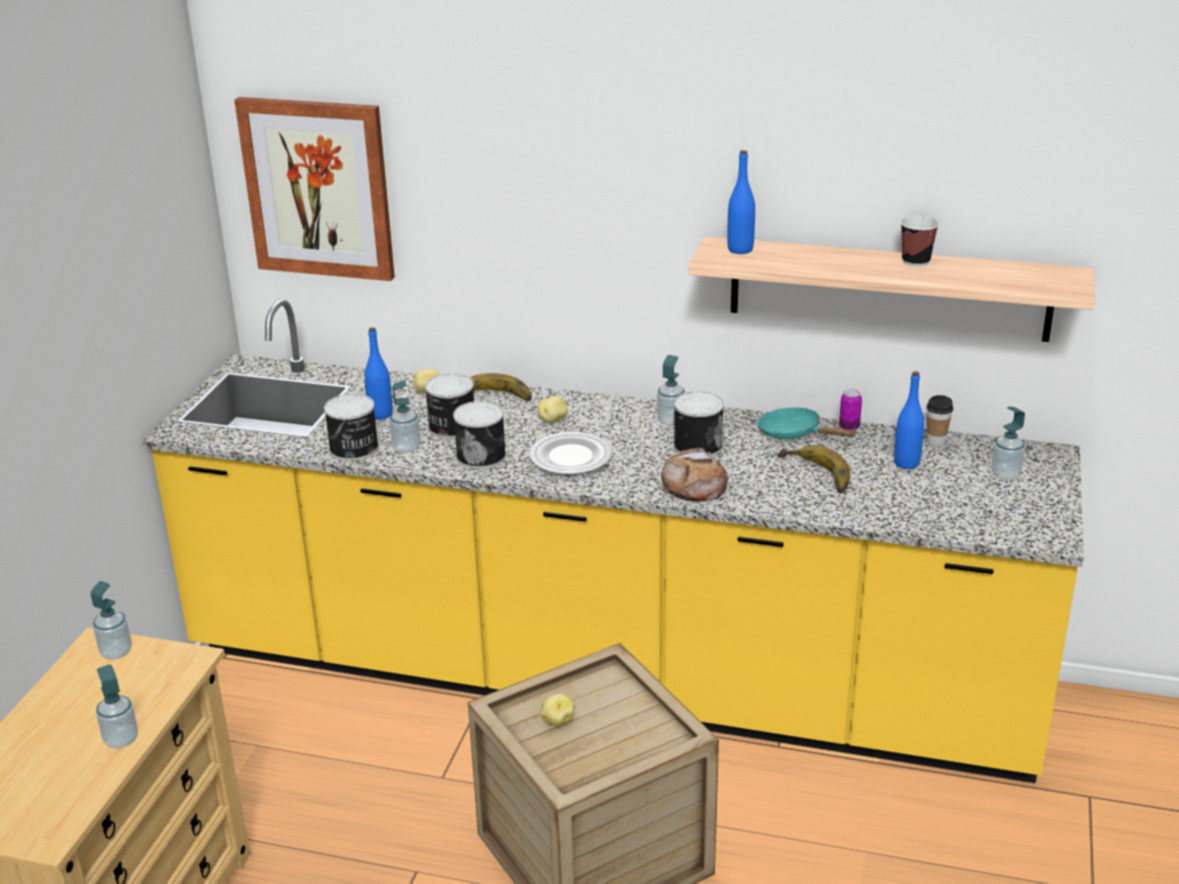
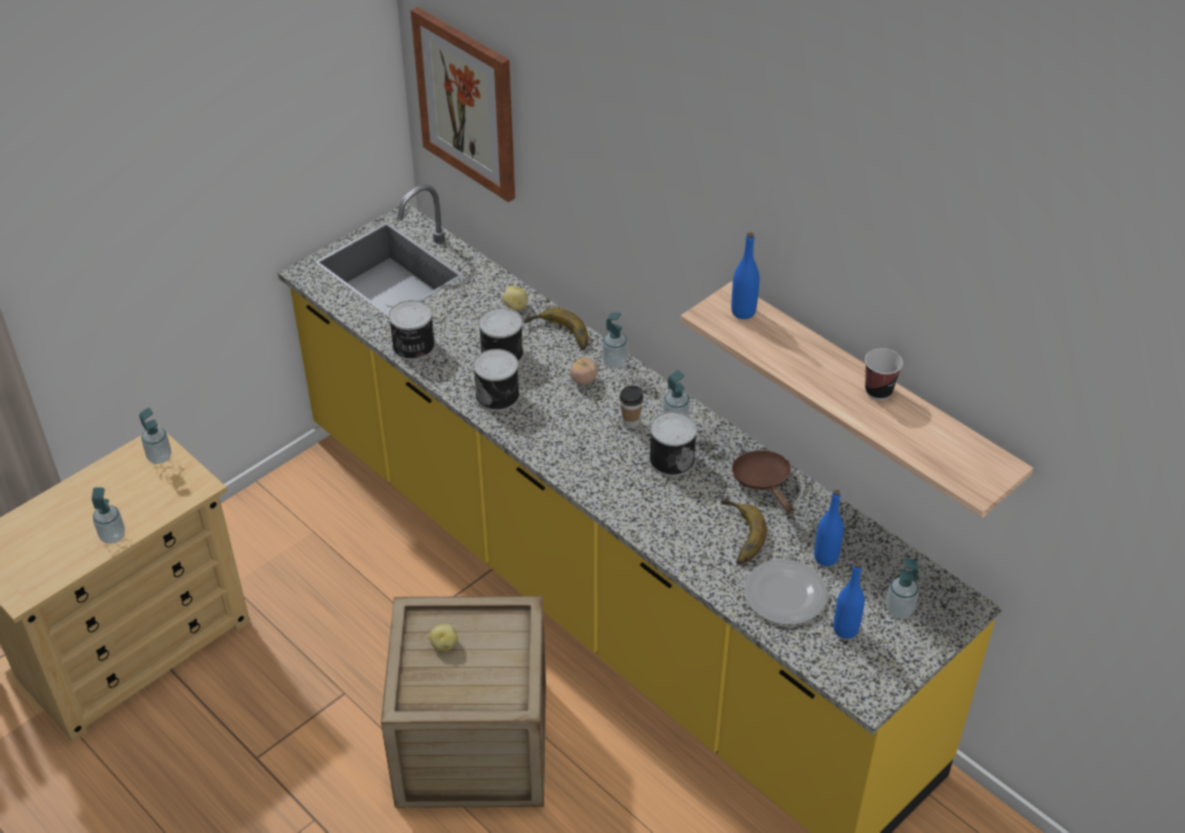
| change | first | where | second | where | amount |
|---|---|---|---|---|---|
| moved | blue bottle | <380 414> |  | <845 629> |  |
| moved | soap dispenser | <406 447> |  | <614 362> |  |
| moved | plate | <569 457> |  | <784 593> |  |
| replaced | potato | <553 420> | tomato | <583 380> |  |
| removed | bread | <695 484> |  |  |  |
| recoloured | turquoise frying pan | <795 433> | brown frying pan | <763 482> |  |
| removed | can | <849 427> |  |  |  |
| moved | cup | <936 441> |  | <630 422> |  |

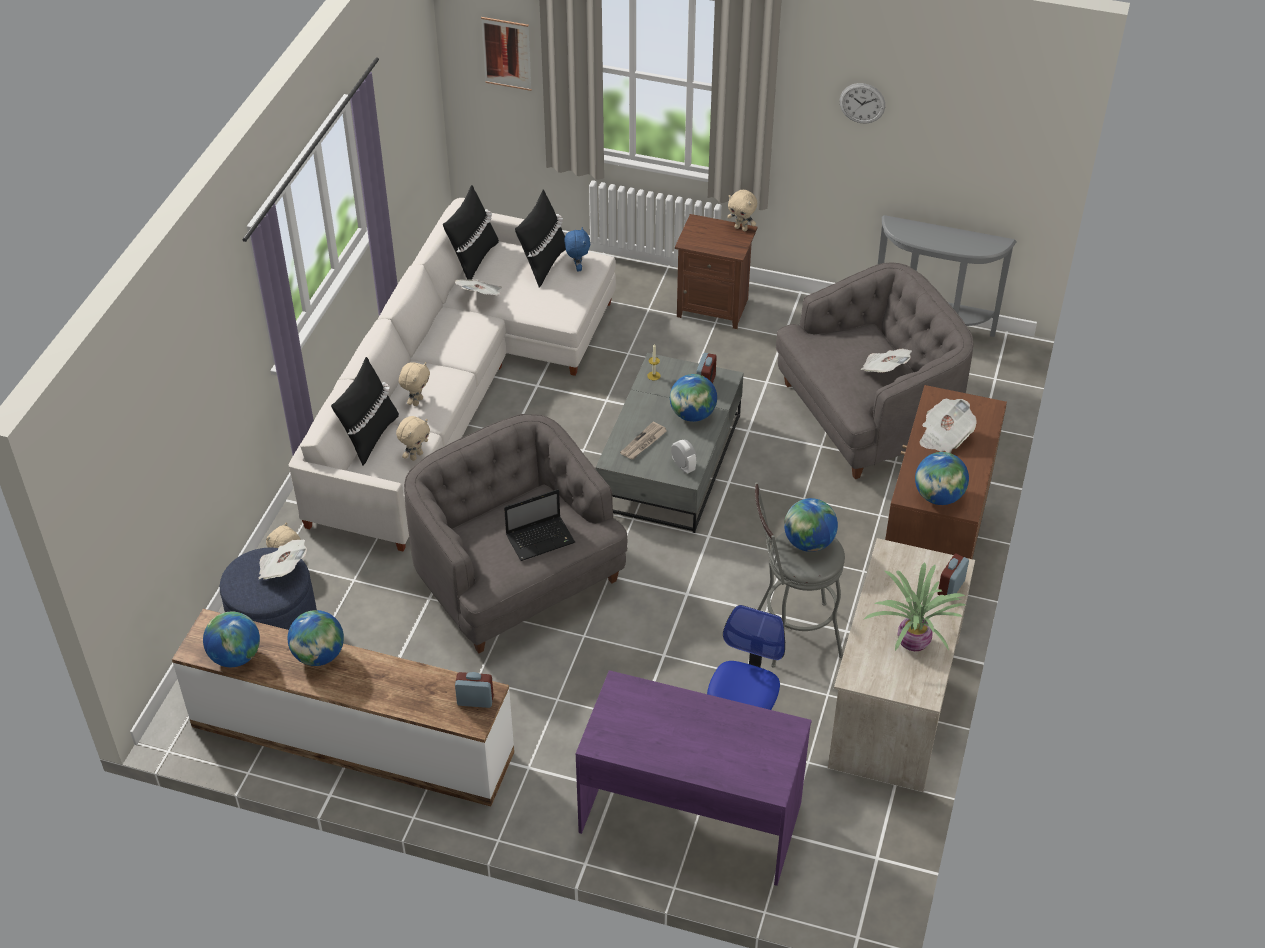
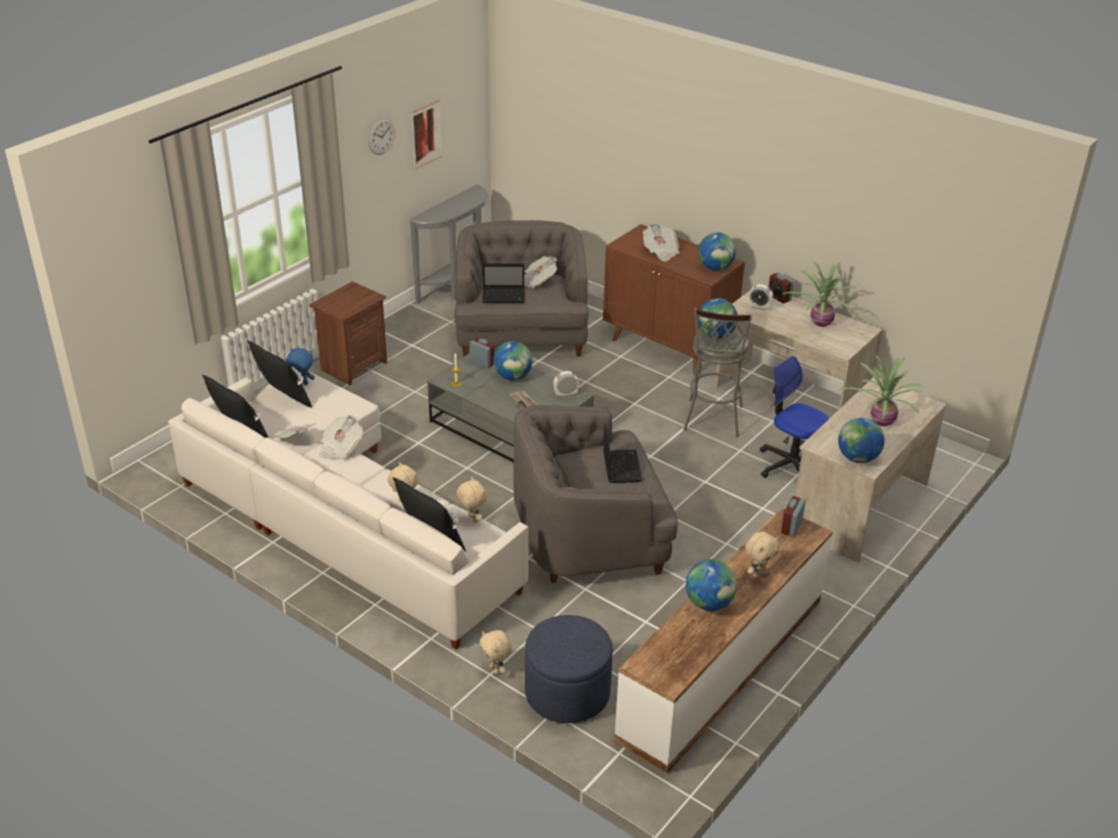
| change | first | where | second | where | amount |
|---|---|---|---|---|---|
| moved | globe | <235 656> |  | <857 458> |  |
| moved | newspaper | <283 569> |  | <340 448> |  |
| moved | picture | <507 53> |  | <426 134> |  |
| recoloured | purple desk | <691 816> | beige desk | <858 506> |  |
| moved | beige plush toy | <741 228> |  | <758 573> |  |
| added |  |  | laptop | <504 296> |  |
| added |  |  | alarm clock | <759 307> |  |
| added |  |  | potted plant | <880 421> |  |

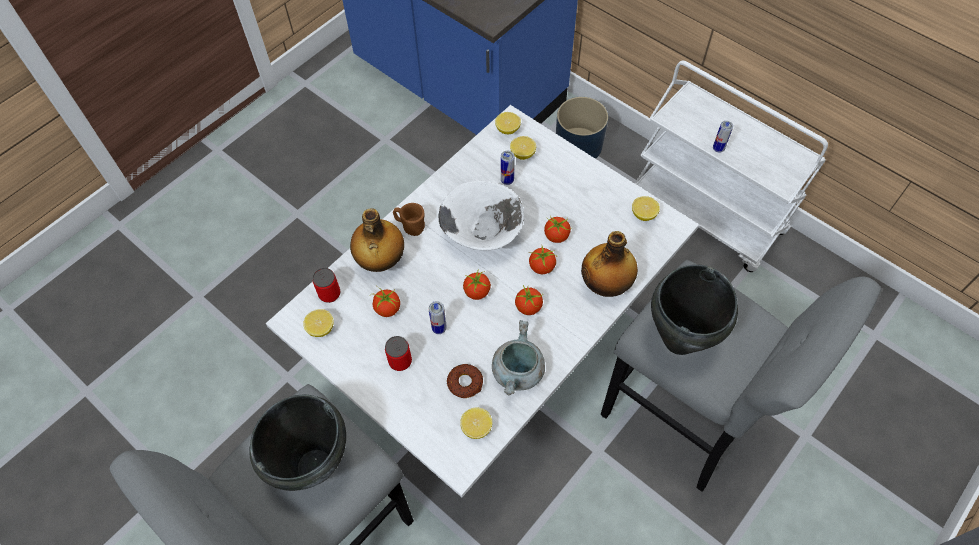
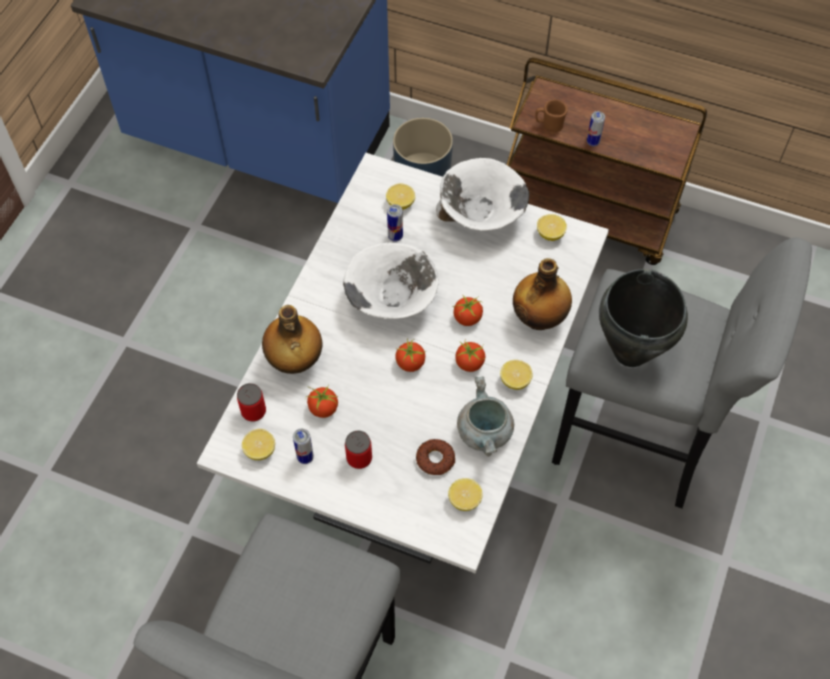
| change | first | where | second | where | amount |
|---|---|---|---|---|---|
| removed | black cooking pot | <316 466> |  |  |  |
| moved | brown mug | <410 226> |  | <549 125> |  |
| moved | can | <439 328> |  | <305 457> |  |
| moved | lemon | <507 129> |  | <515 380> |  |
| removed | tomato | <557 236> |  |  |  |
| recoloured | white cart | <706 214> | brown cart | <588 214> |  |
| added |  |  | white bowl | <481 216> |  |

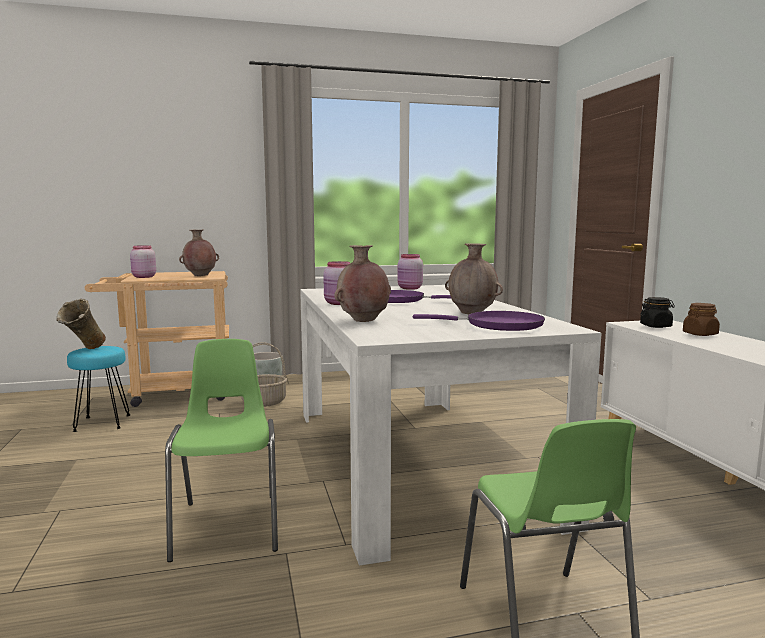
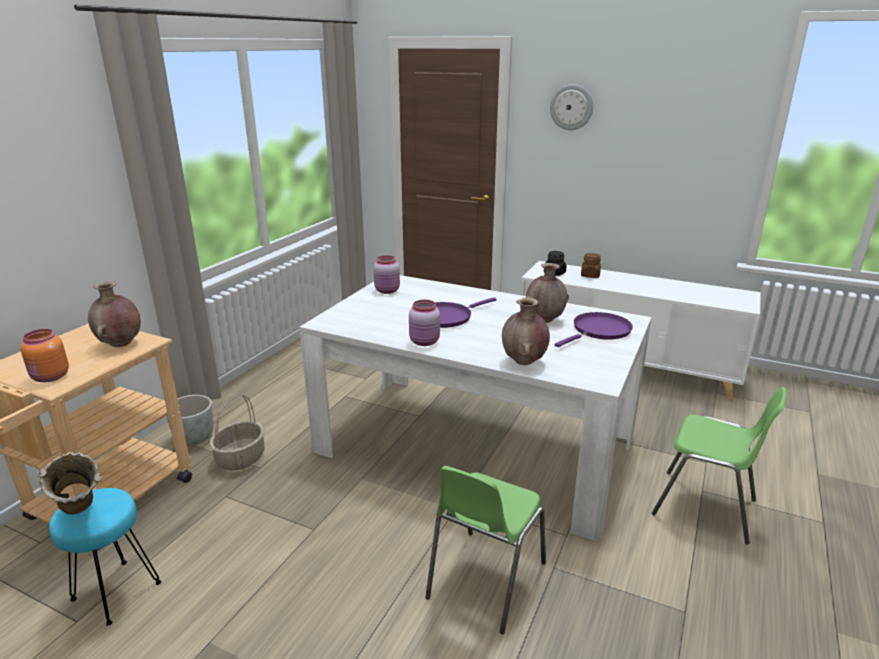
| change | first | where | second | where | amount |
|---|---|---|---|---|---|
| recoloured | pink jar | <143 277> | orange jar | <50 377> |  |
| turned | green chair | <229 525> |  | <484 580> | 90 degrees counterclockwise |
| added |  |  | wall clock | <571 107> |  |

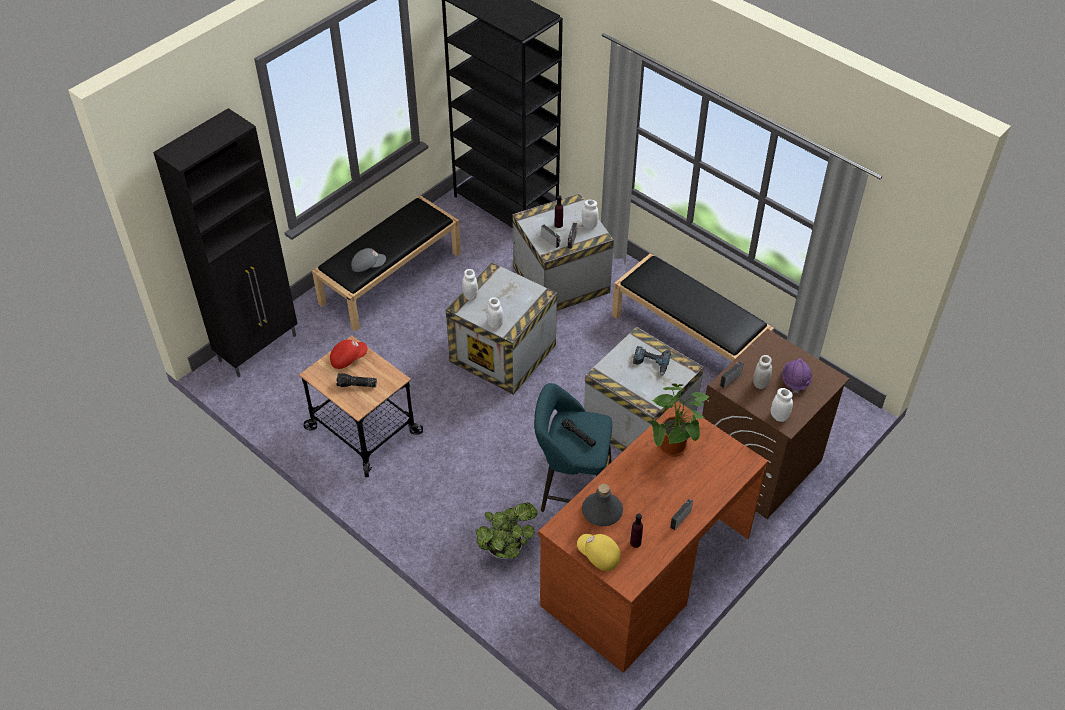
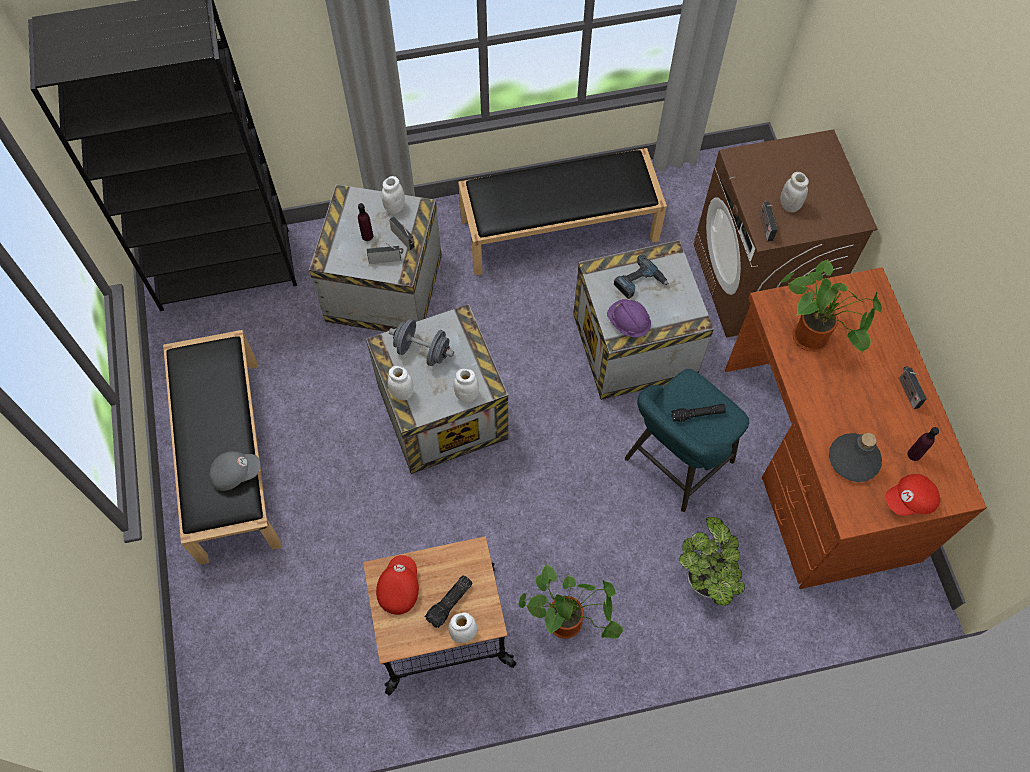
| change | first | where | second | where | amount |
|---|---|---|---|---|---|
| removed | black cabinet | <259 348> |  |  |  |
| turned | grey cap | <368 265> |  | <235 473> | 45 degrees clockwise |
| recoloured | yellow cap | <598 556> | red cap | <910 500> |  |
| moved | white jar | <779 416> |  | <463 633> |  |
| moved | purple hard hat | <795 380> |  | <628 323> |  |
| added |  |  | grey dumbbell | <422 351> |  |
| added |  |  | potted plant | <569 620> |  |

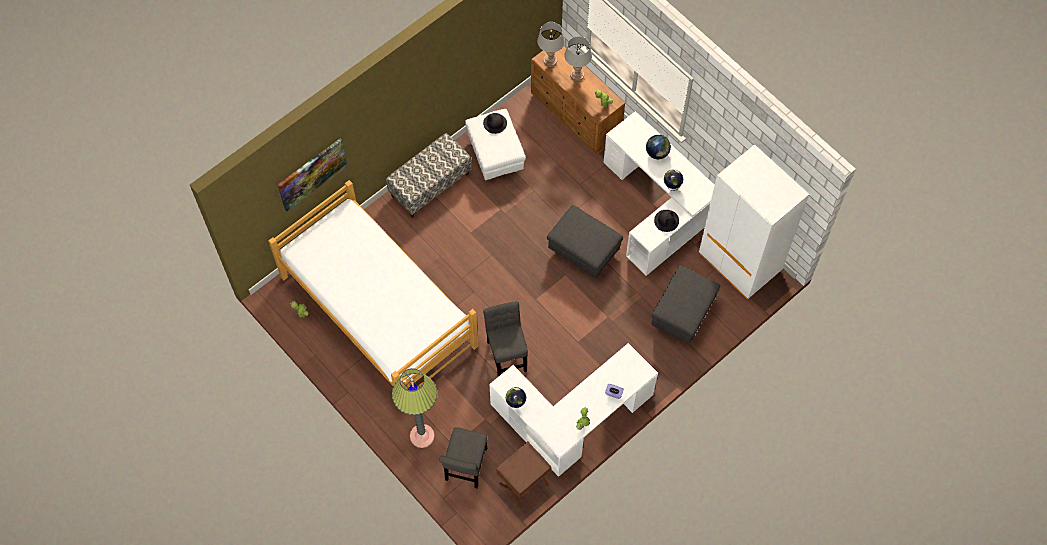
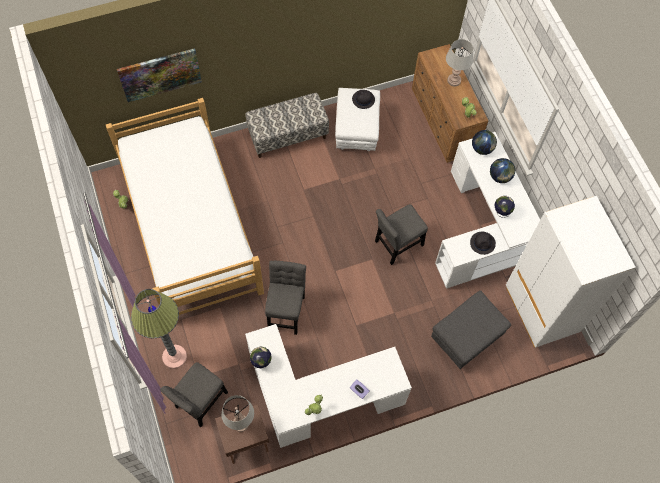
| change | first | where | second | where | amount |
|---|---|---|---|---|---|
| moved | grey table lamp | <550 61> |  | <241 423> |  |
| replaced | grey ottoman | <583 252> | grey chair | <397 245> |  |
| added |  |  | globe | <482 148> |  |

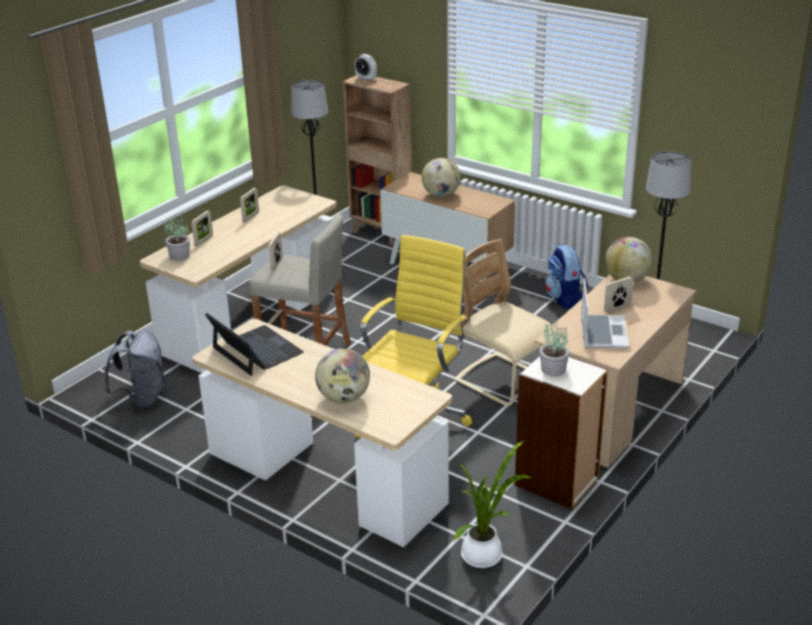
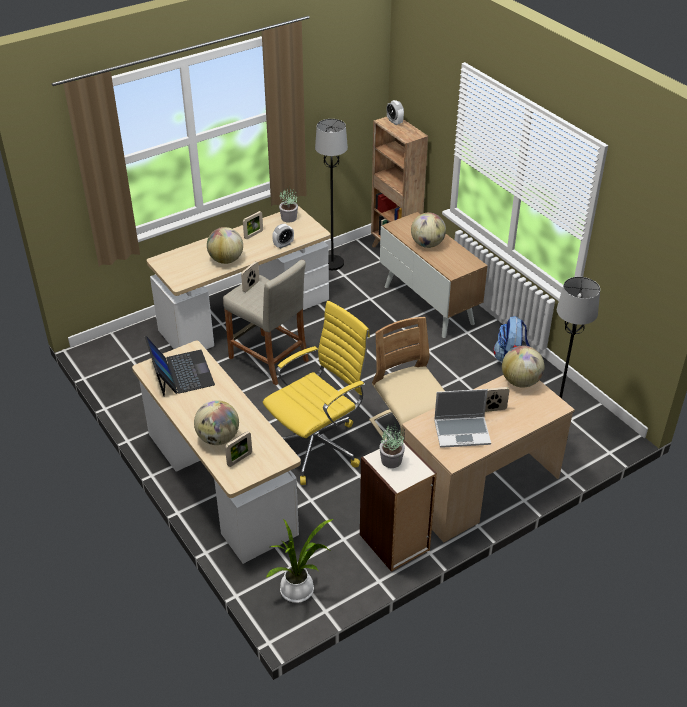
| change | first | where | second | where | amount |
|---|---|---|---|---|---|
| removed | grey backpack | <142 398> |  |  |  |
| moved | potted plant | <180 255> |  | <289 218> |  |
| moved | picture frame | <204 241> |  | <239 459> |  |
| turned | laptop | <602 333> |  | <462 432> | 60 degrees clockwise |
| added |  |  | globe | <226 260> |  |
| added |  |  | alarm clock | <283 245> |  |

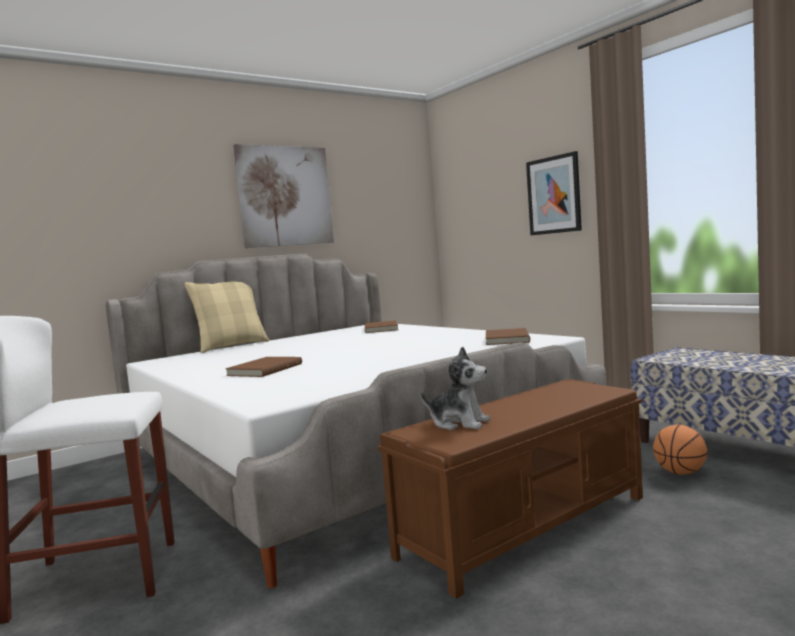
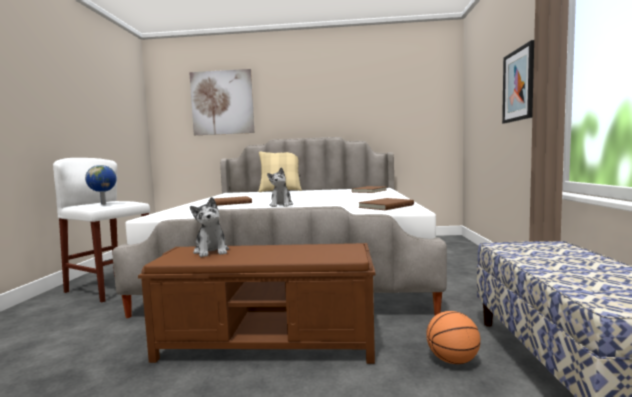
| change | first | where | second | where | amount |
|---|---|---|---|---|---|
| moved | picture | <285 196> |  | <222 102> |  |
| added |  |  | globe | <104 204> |  |
| added |  |  | plush toy | <281 205> |  |

